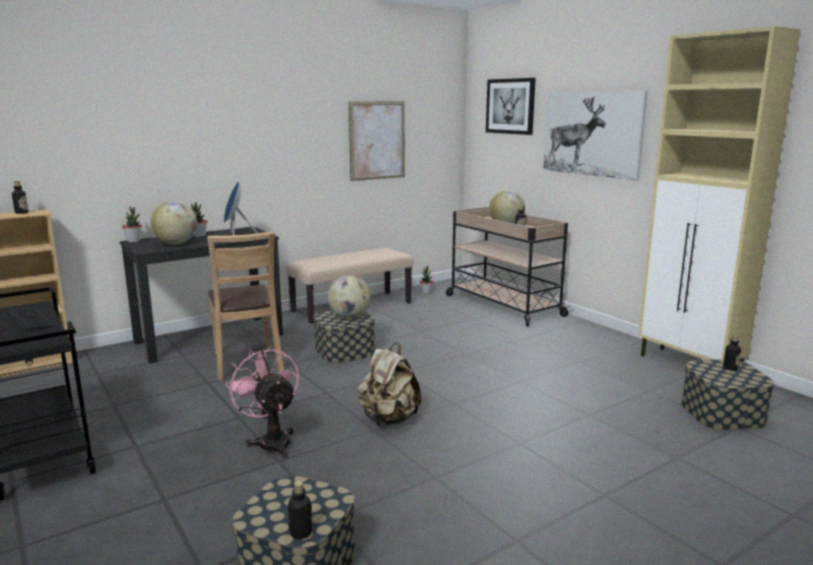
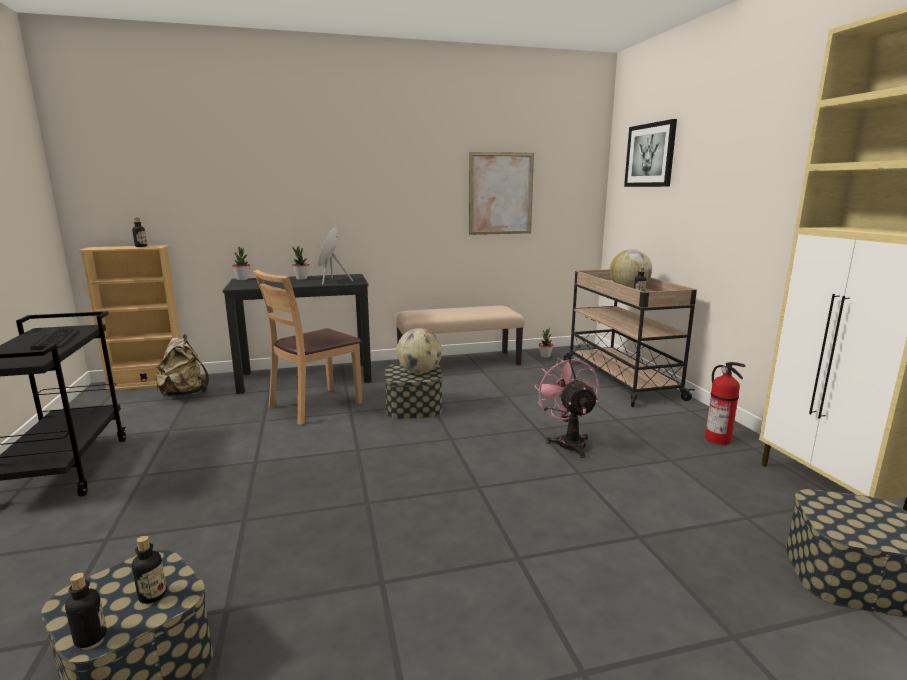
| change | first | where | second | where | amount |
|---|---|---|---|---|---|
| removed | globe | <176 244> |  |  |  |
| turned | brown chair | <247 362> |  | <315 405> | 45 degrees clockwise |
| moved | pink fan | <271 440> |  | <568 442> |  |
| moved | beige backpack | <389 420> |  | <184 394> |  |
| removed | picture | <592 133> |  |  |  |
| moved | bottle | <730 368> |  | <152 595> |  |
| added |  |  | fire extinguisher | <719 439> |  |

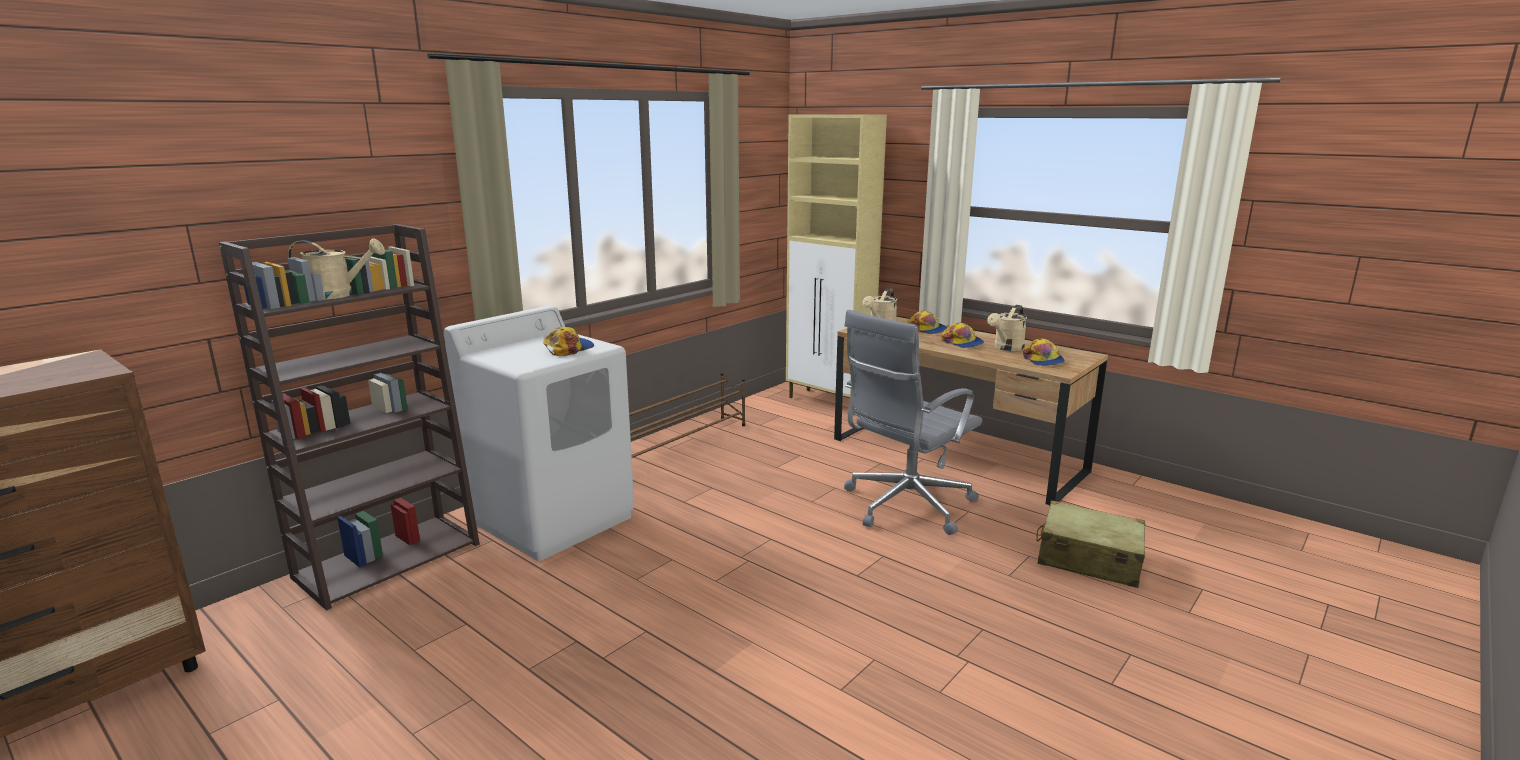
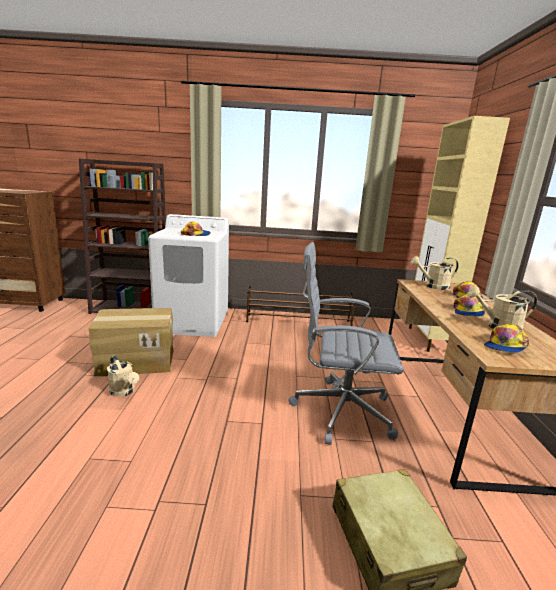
| change | first | where | second | where | amount |
|---|---|---|---|---|---|
| moved | beige watering can | <339 295> |  | <124 392> |  |
| added |  |  | cardboard box | <136 361> |  |

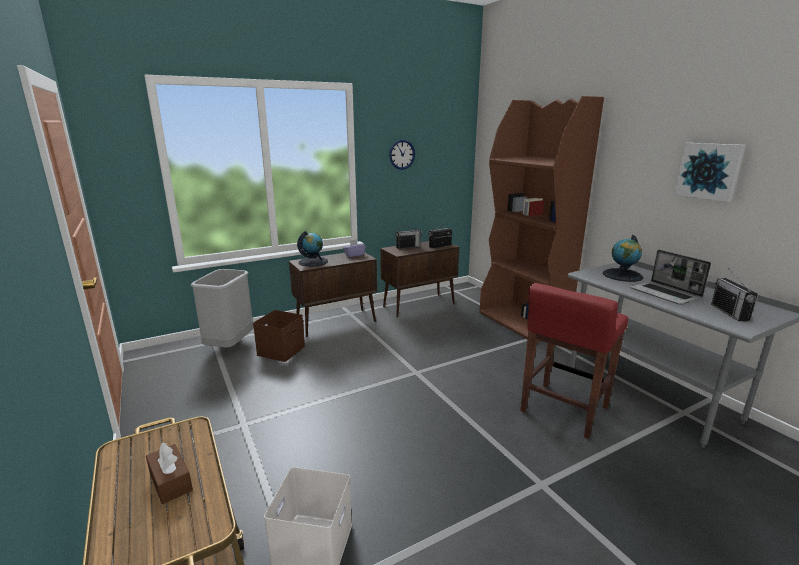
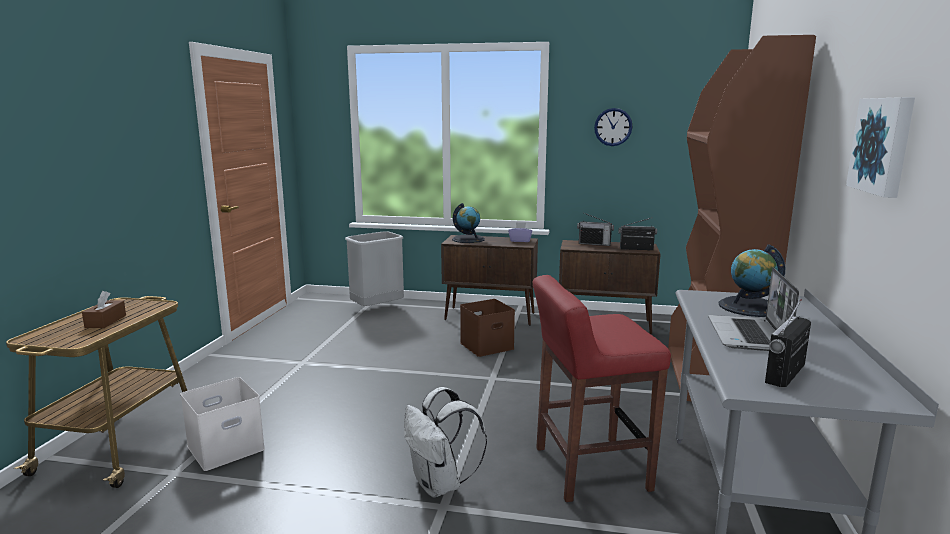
| change | first | where | second | where | amount |
|---|---|---|---|---|---|
| moved | brown storage box | <281 350> |  | <487 345> |  |
| added |  |  | white backpack | <440 485> |  |

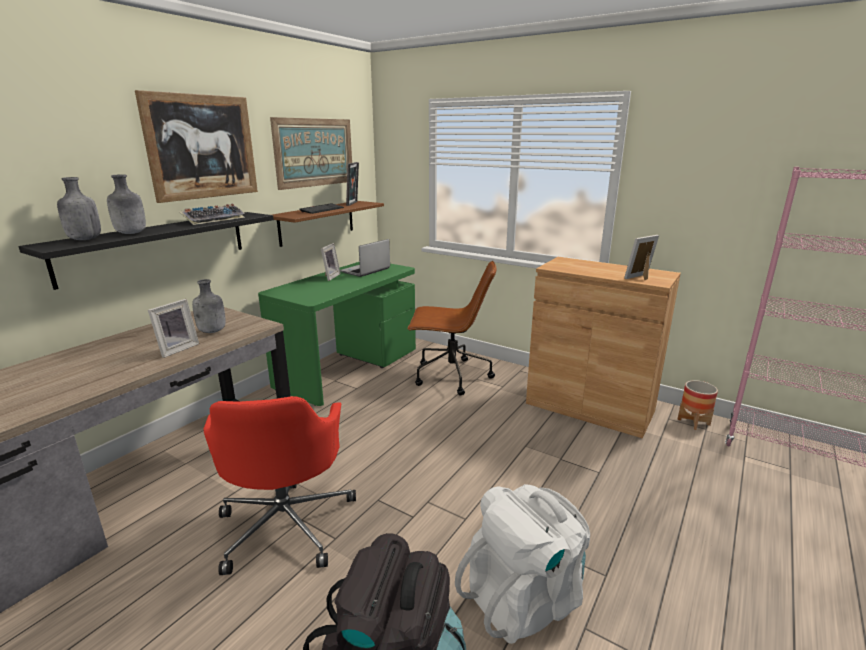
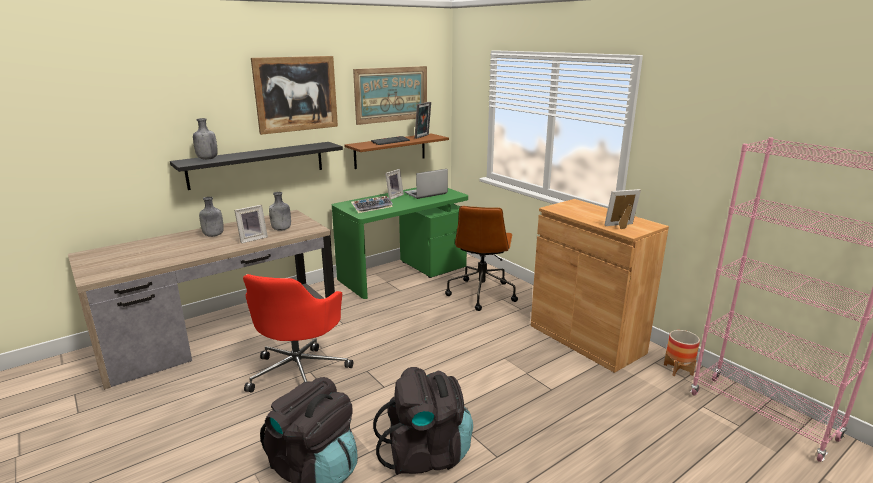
| change | first | where | second | where | amount |
|---|---|---|---|---|---|
| moved | grey bottle | <131 233> |  | <213 235> |  |
| moved | keyboard | <214 219> |  | <372 207> |  |
| turned | brown office chair | <450 376> |  | <481 293> | 75 degrees clockwise |
| recoloured | white backpack | <524 598> | black backpack | <426 454> |  |

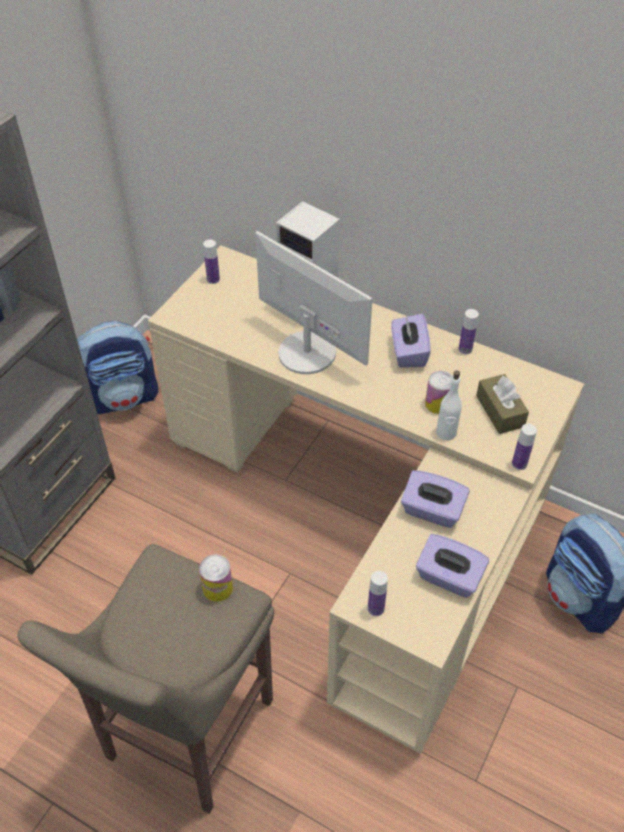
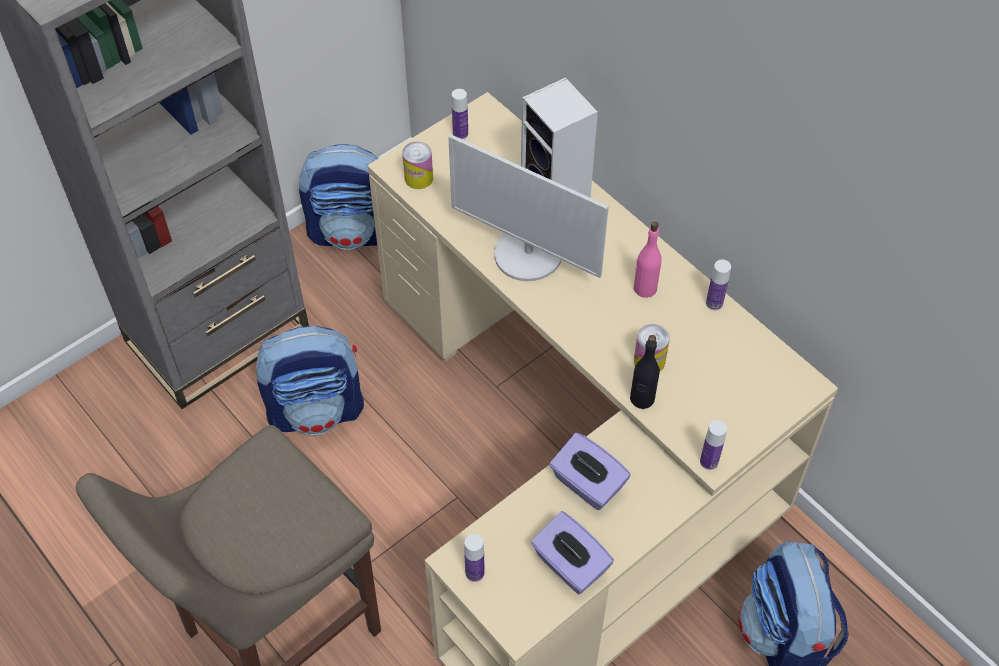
| change | first | where | second | where | amount |
|---|---|---|---|---|---|
| moved | can | <217 588> |  | <418 178> |  |
| turned | monitor | <307 352> |  | <528 254> | 150 degrees clockwise |
| replaced | purple tissue box | <408 352> | pink bottle | <644 288> |  |
| recoloured | white bottle | <446 433> | black bottle | <642 399> |  |
| removed | brown tissue box | <500 411> |  |  |  |
| added |  |  | backpack | <317 410> |  |

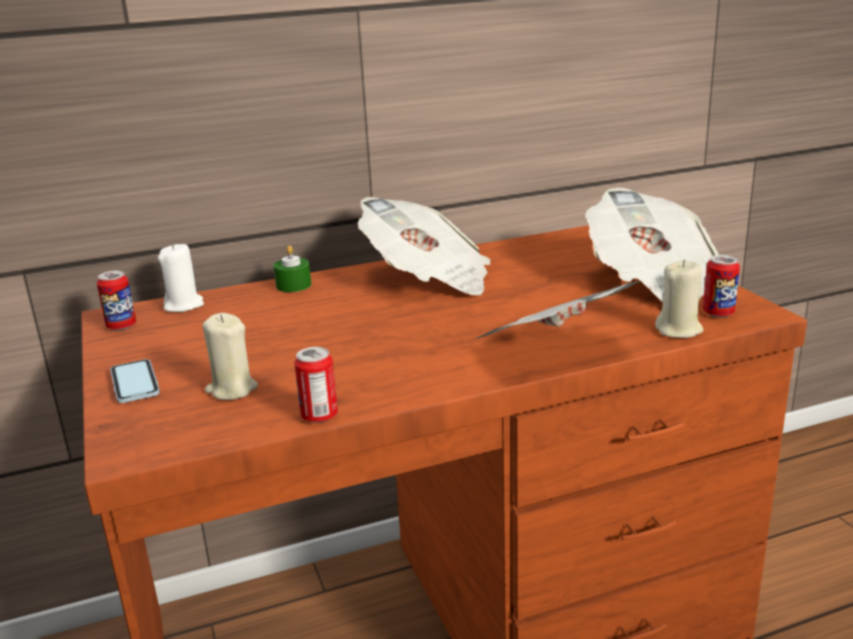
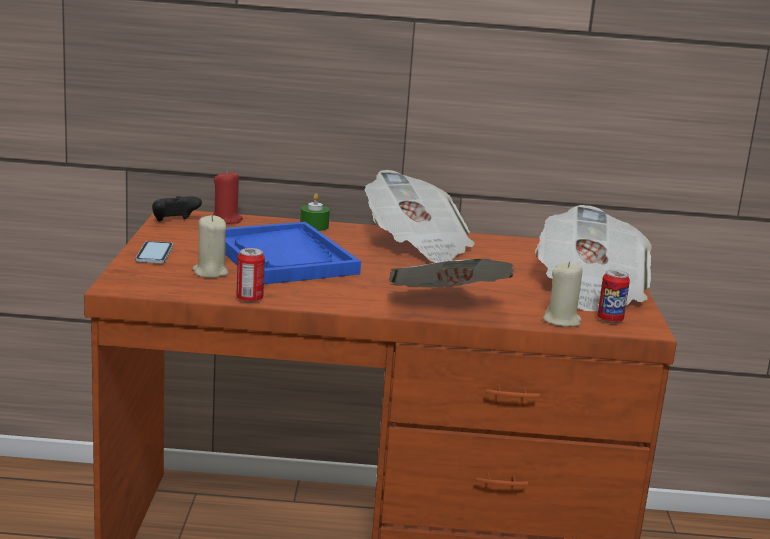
| change | first | where | second | where | amount |
|---|---|---|---|---|---|
| replaced | can | <121 326> | black game controller | <174 222> |  |
| recoloured | white candle | <184 305> | red candle | <226 220> |  |
| added |  |  | blue tray | <283 257> |  |

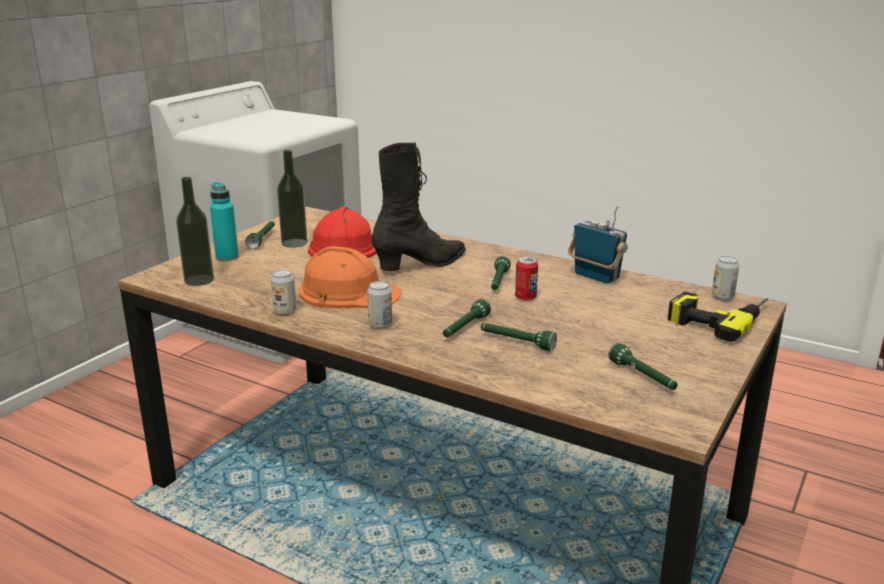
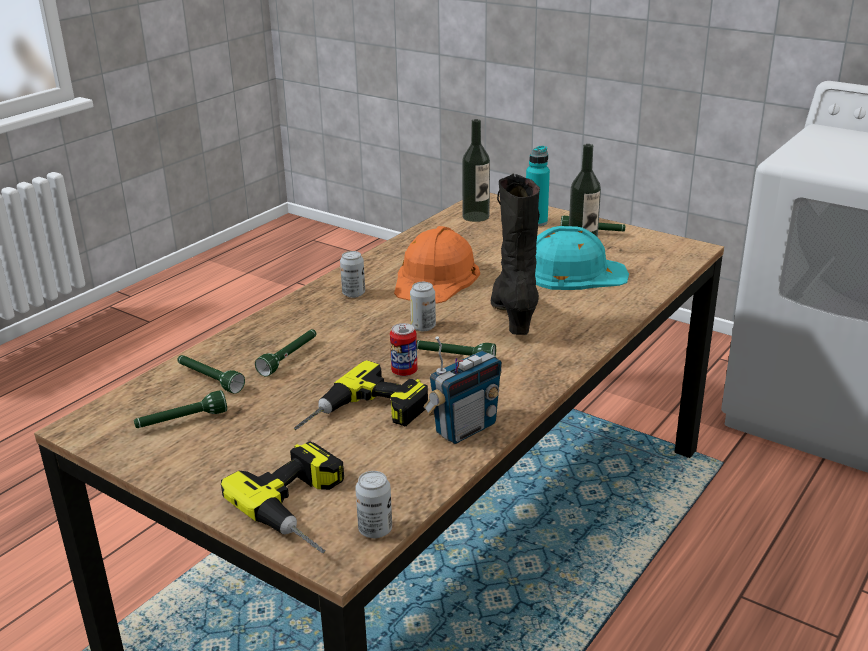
| change | first | where | second | where | amount |
|---|---|---|---|---|---|
| moved | can | <285 312> |  | <423 327> |  |
| recoloured | red hard hat | <344 246> | turquoise hard hat | <573 272> |  |
| turned | black boot | <421 265> |  | <514 314> | 150 degrees counterclockwise |
| moved | green flashlight | <465 328> |  | <209 380> |  |
| added |  |  | power drill | <364 417> |  |

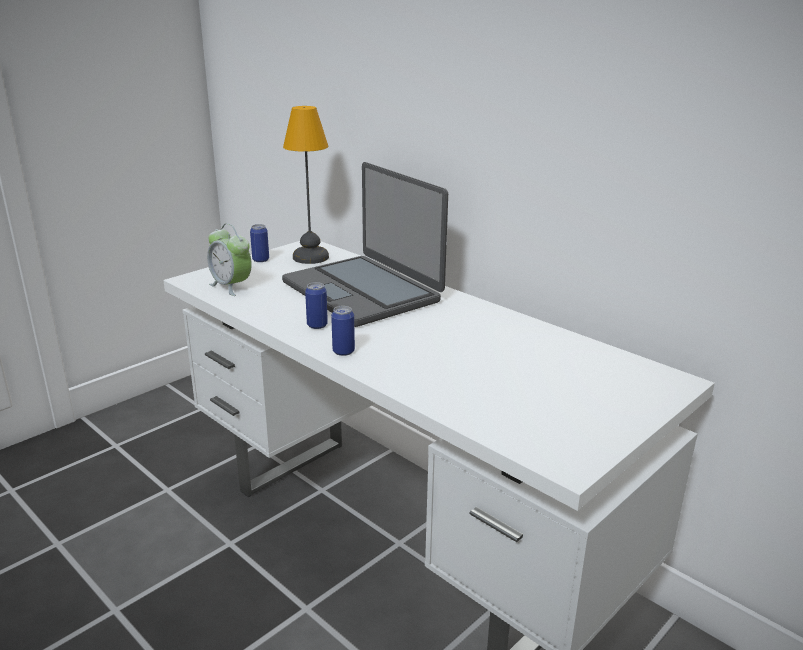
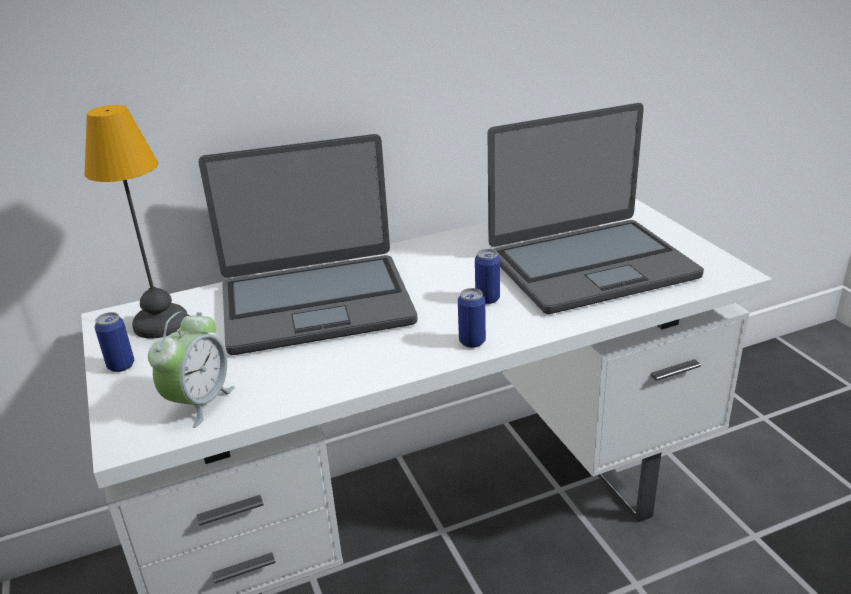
| change | first | where | second | where | amount |
|---|---|---|---|---|---|
| turned | alarm clock | <231 286> |  | <199 403> | 45 degrees counterclockwise |
| moved | can | <317 325> |  | <487 299> |  |
| added |  |  | laptop | <590 266> |  |

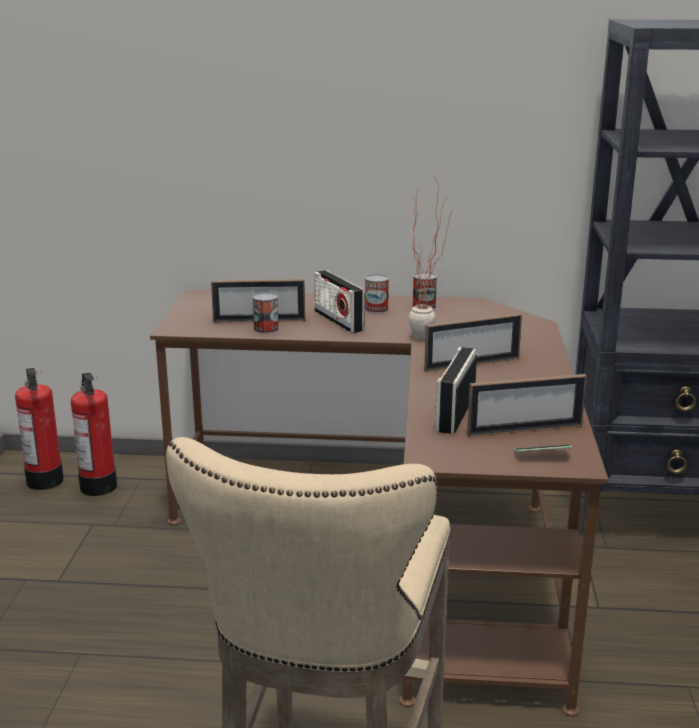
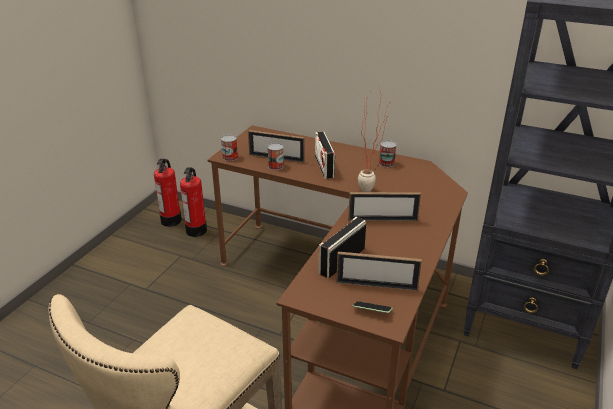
| change | first | where | second | where | amount |
|---|---|---|---|---|---|
| moved | can | <376 309> |  | <230 157> |  |

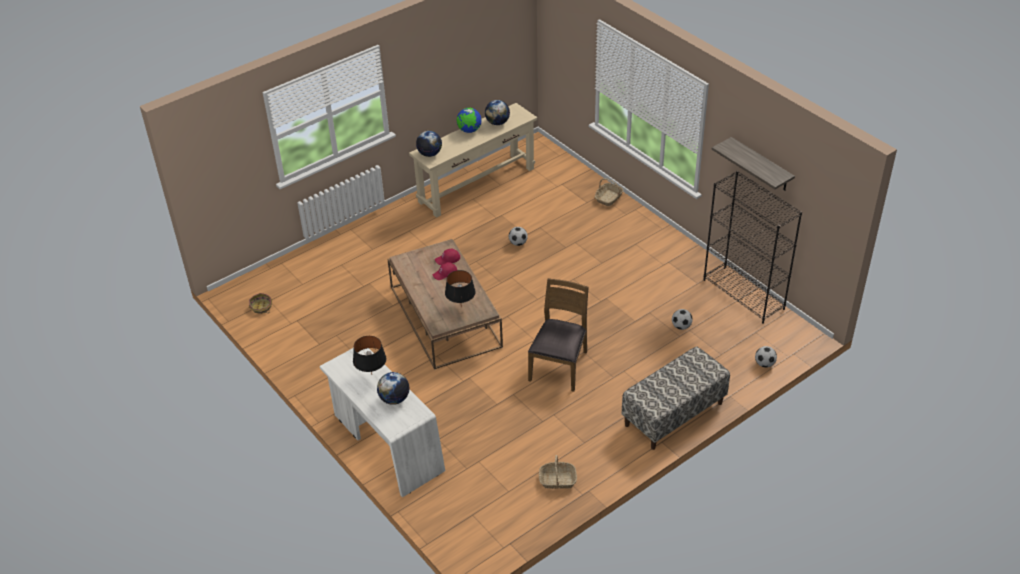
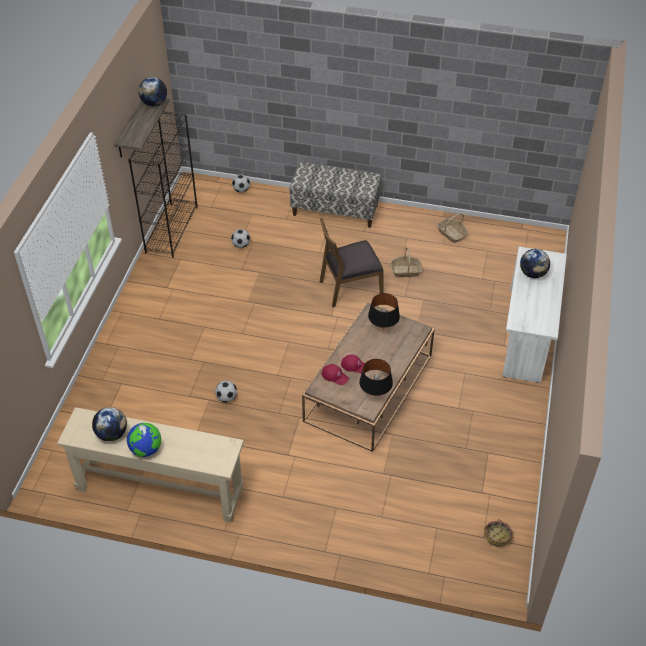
| change | first | where | second | where | amount |
|---|---|---|---|---|---|
| moved | black table lamp | <372 375> |  | <375 396> |  |
| moved | globe | <430 154> |  | <154 103> |  |
| moved | basket | <608 198> |  | <405 271> |  |

